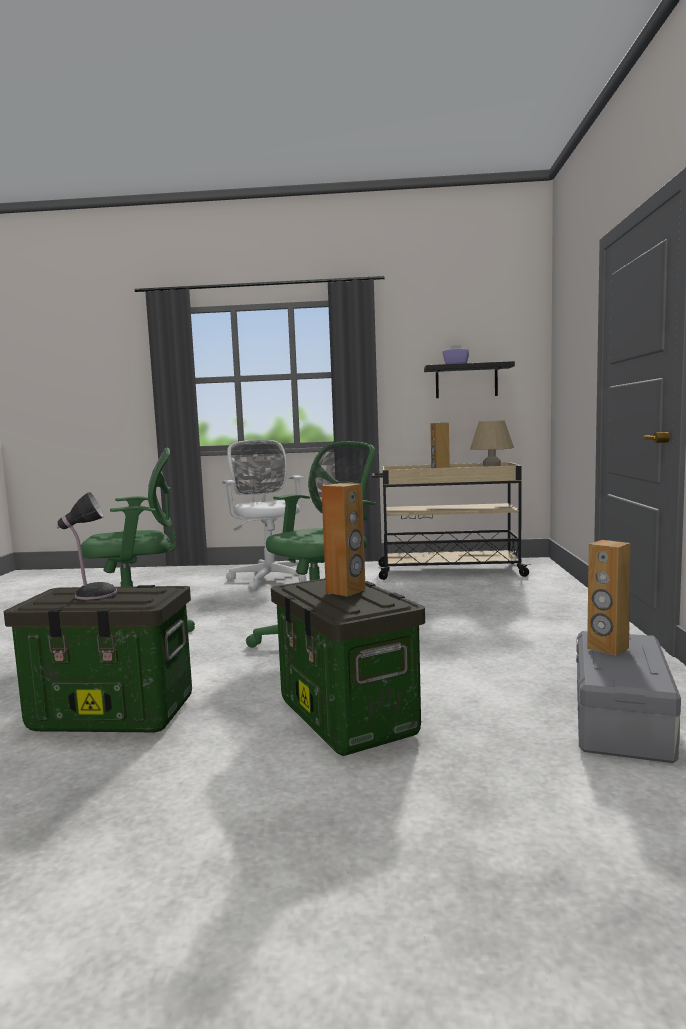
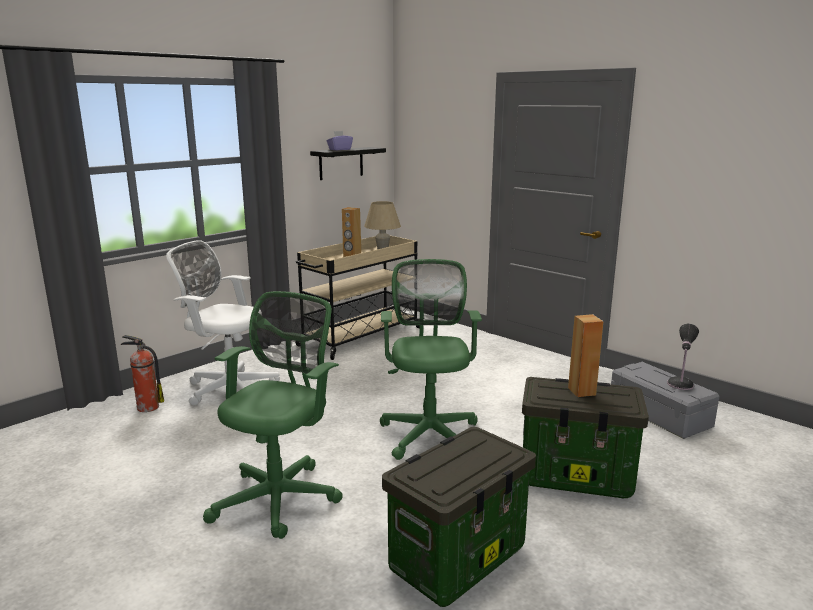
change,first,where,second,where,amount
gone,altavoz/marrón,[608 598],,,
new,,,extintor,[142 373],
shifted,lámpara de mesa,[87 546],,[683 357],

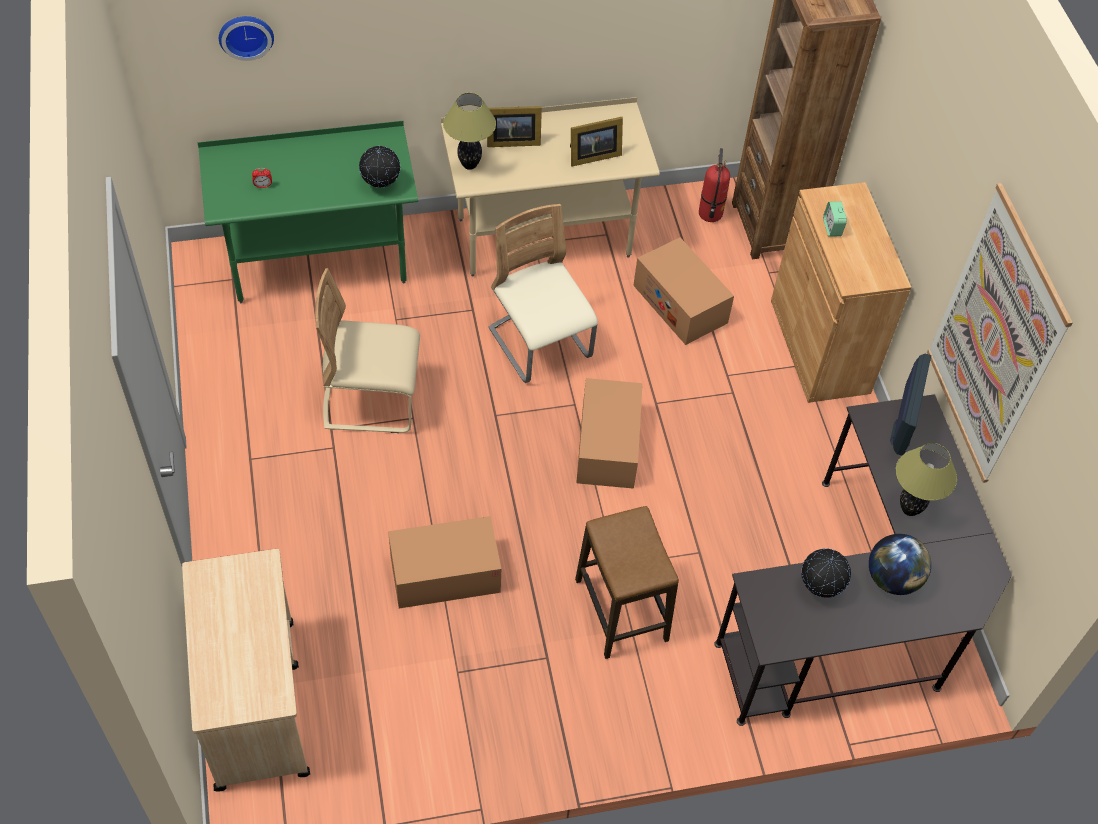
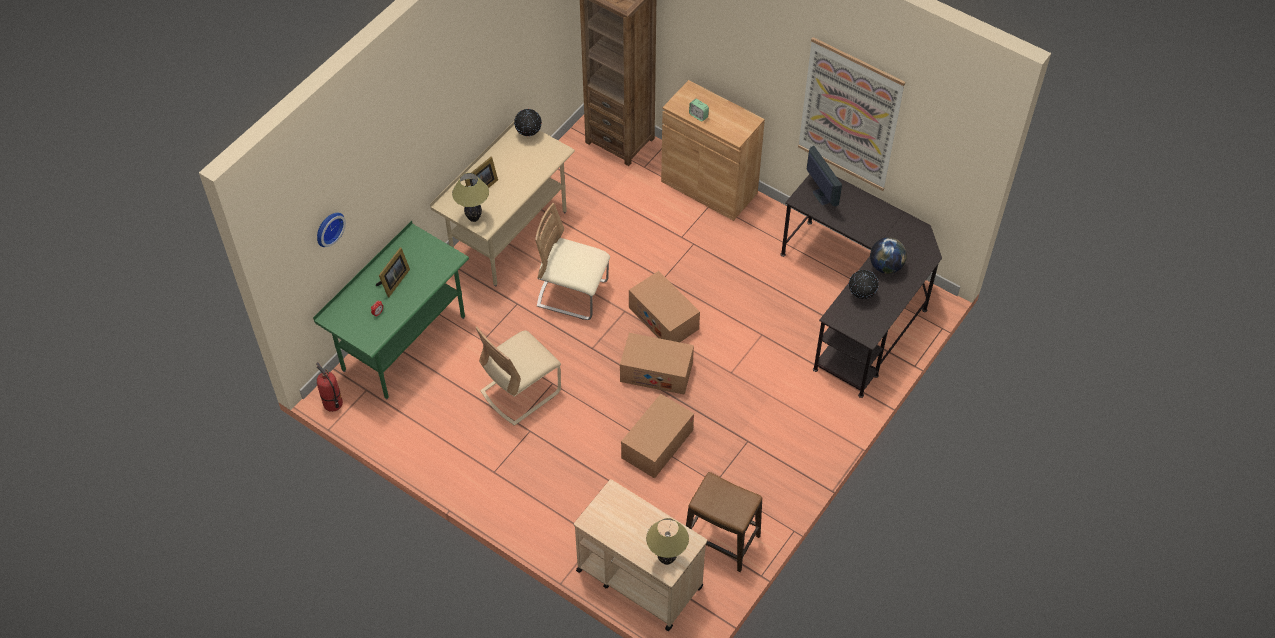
change,first,where,second,where,amount
shifted,globo terráqueo,[379 167],,[528 122],
shifted,portarretratos,[596 142],,[393 272],
shifted,taburete,[627 582],,[724 522],
shifted,caja de cartón,[683 291],,[657 364],
shifted,extintor,[714 185],,[329 387],
shifted,lámpara de mesa,[926 479],,[667 541],

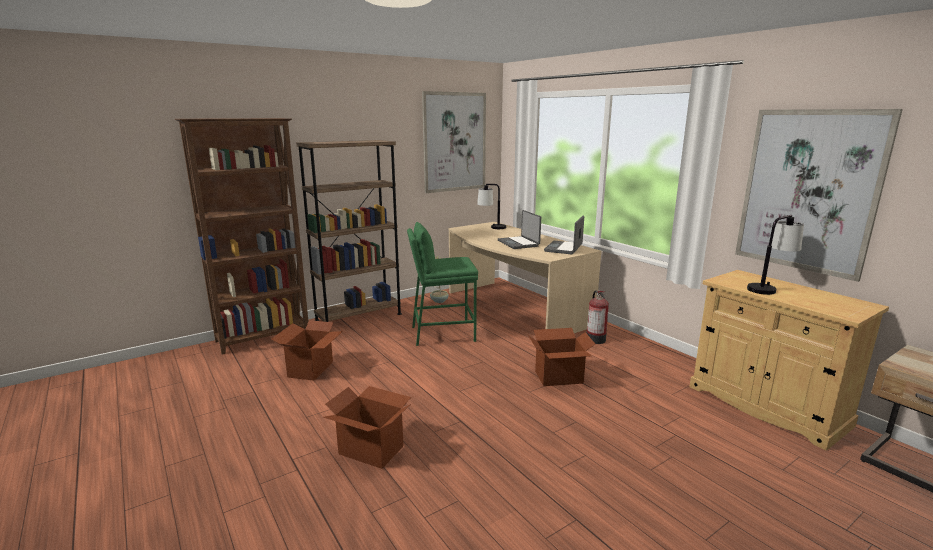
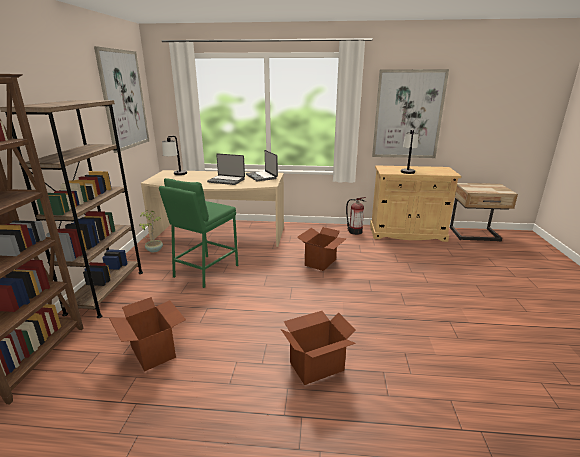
change,first,where,second,where,amount
shifted,extintor,[598 317],,[356 216],

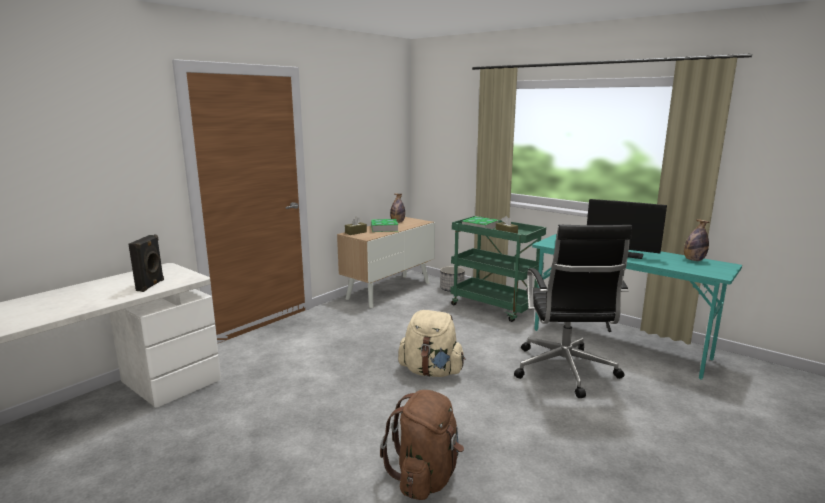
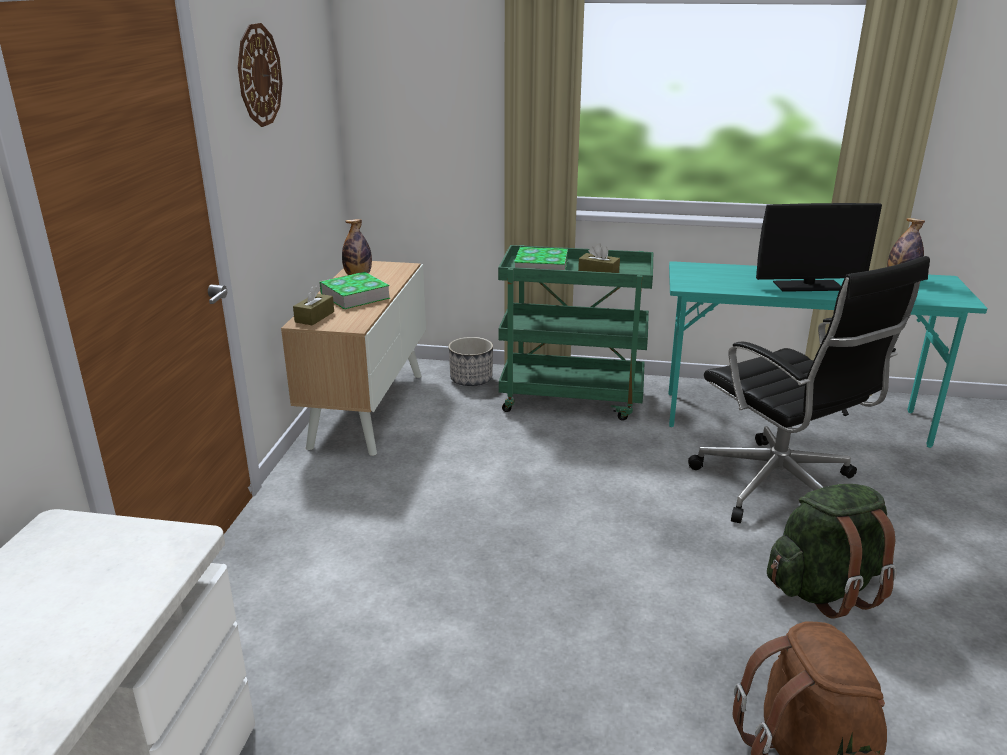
change,first,where,second,where,amount
gone,altavoz/negro,[146 263],,,
gone,mochila/beis,[431 343],,,
new,,,reloj de pared,[260 75],
new,,,mochila/verde,[832 551],

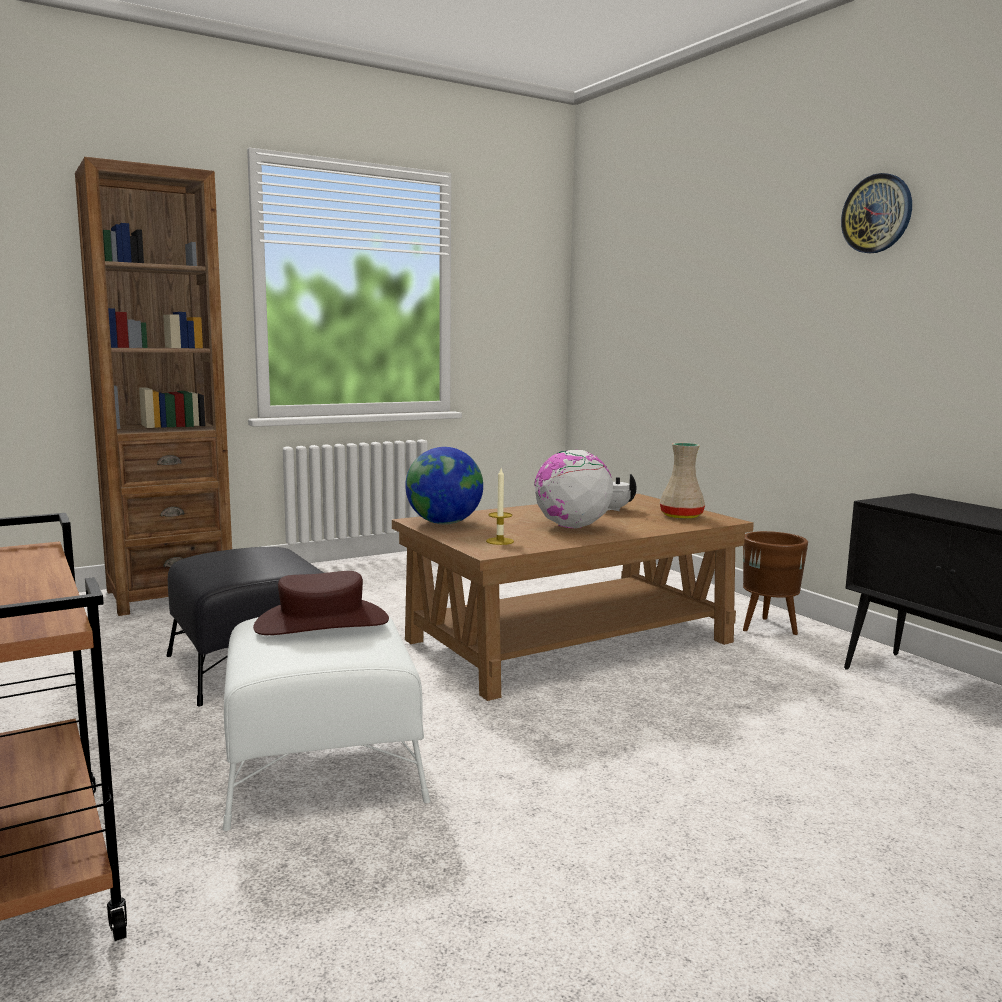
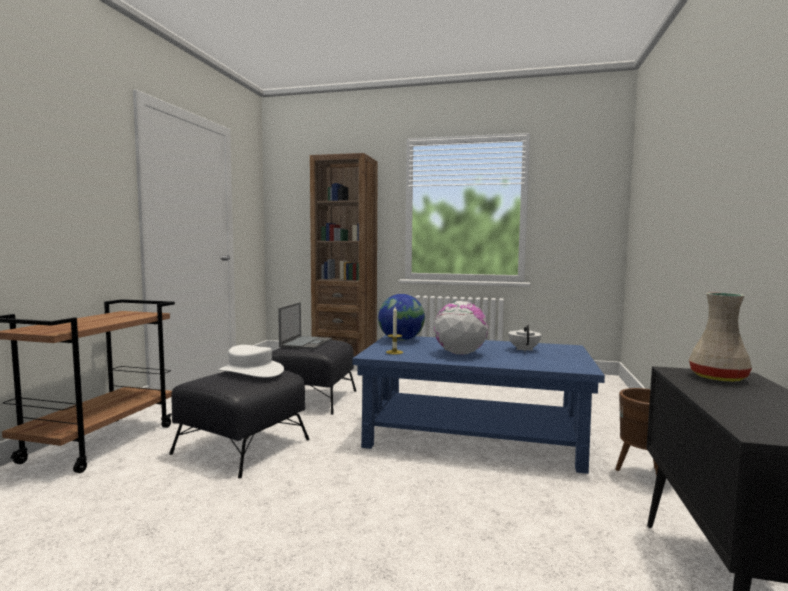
change,first,where,second,where,amount
gone,reloj de pared,[876 213],,,
new,,,portátil,[305 325],
shifted,florero/beis,[682 481],,[720 337],
repainted,puf/blanco,[326 723],puf/negro,[239 424],
repainted,sombrero/marrón,[321 603],sombrero/blanco,[251 361],
repainted,mesa de centro/marrón,[573 597],mesa de centro/azul,[478 404],

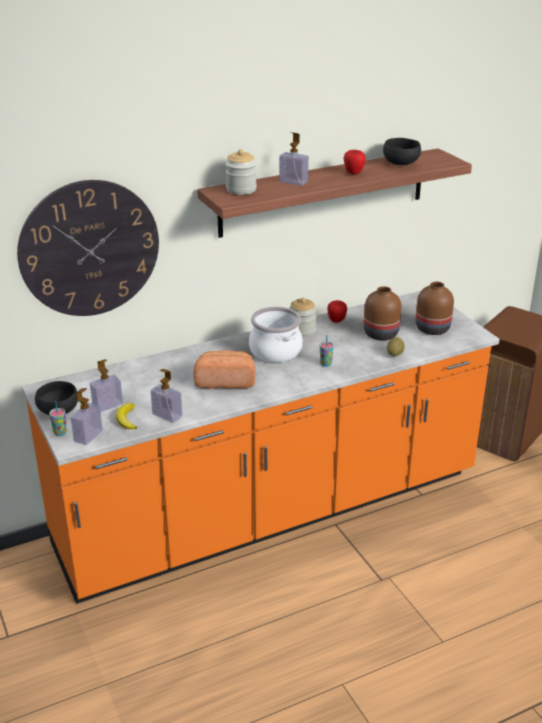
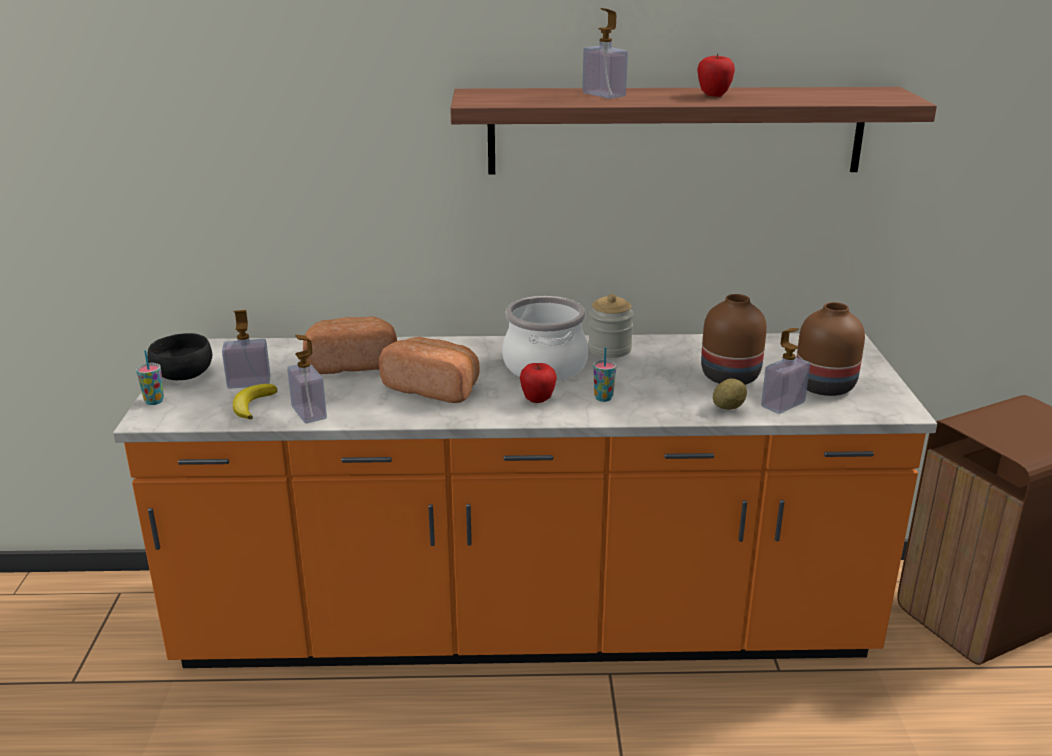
change,first,where,second,where,amount
gone,reloj de pared,[88 248],,,
gone,tarro,[241 172],,,
gone,cuenco/negro,[402 151],,,
new,,,pan,[350 345],
shifted,dispensador de jabón,[87 416],,[785 371],
shifted,manzana,[337 311],,[538 383],

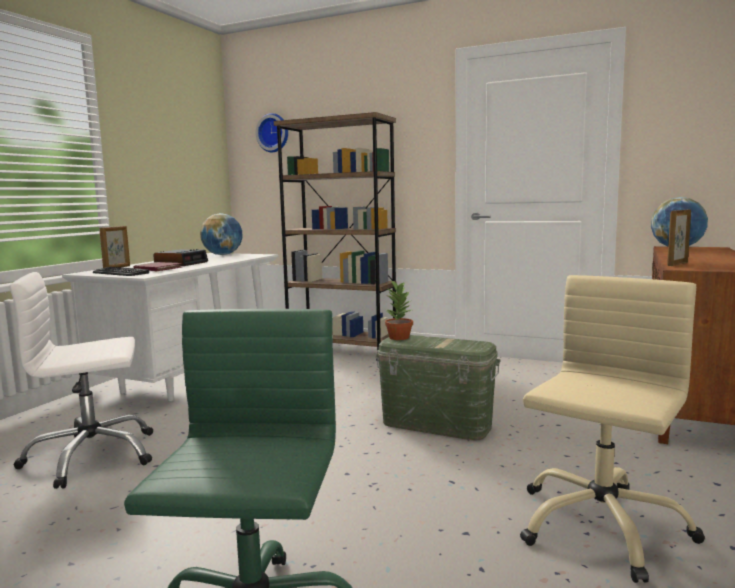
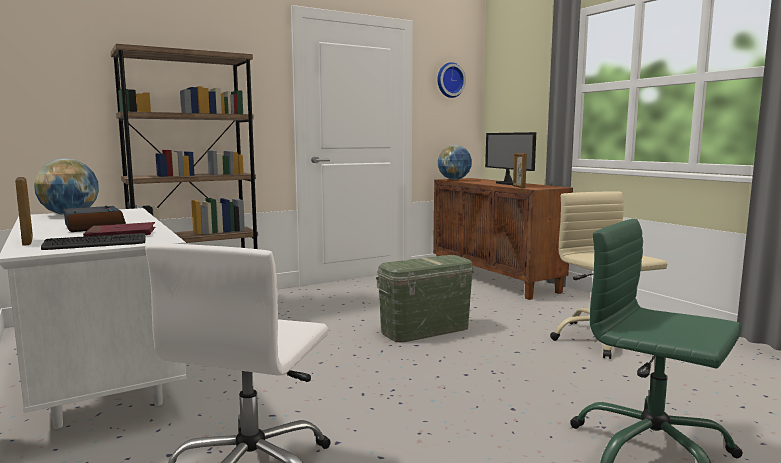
change,first,where,second,where,amount
gone,planta en maceta,[399 310],,,
new,,,monitor,[510 158],
shifted,reloj de pared,[272 132],,[451 80],

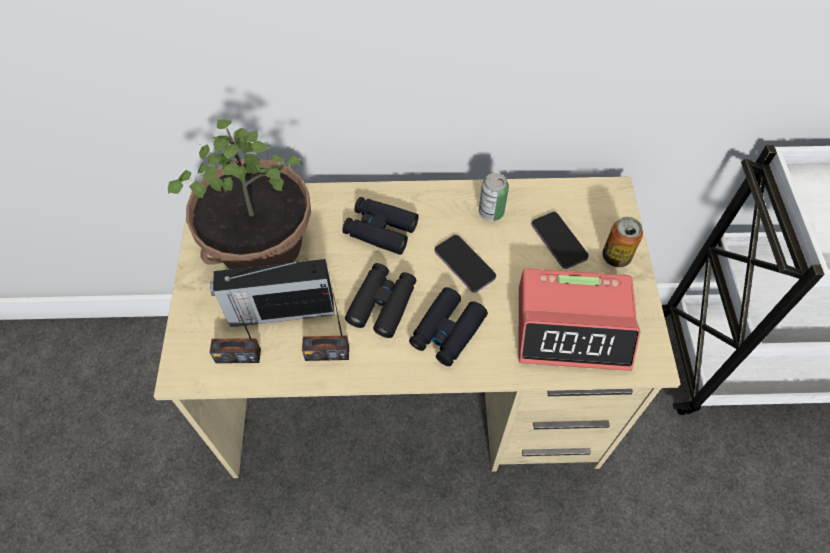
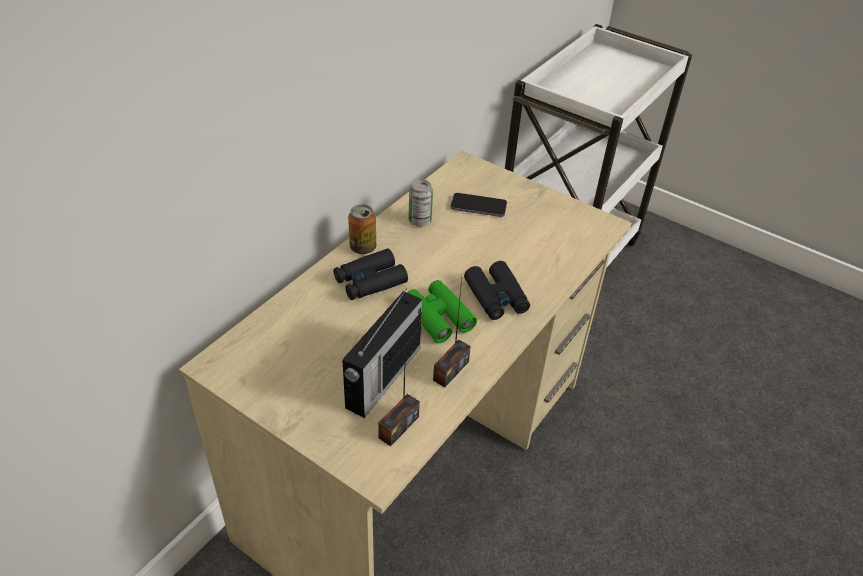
change,first,where,second,where,amount
gone,planta en maceta,[239 194],,,
gone,móvil,[465 263],,,
gone,despertador,[580 319],,,
shifted,lata,[622 242],,[362 229],
repainted,prismáticos/negro,[381 300],prismáticos/verde,[442 311],

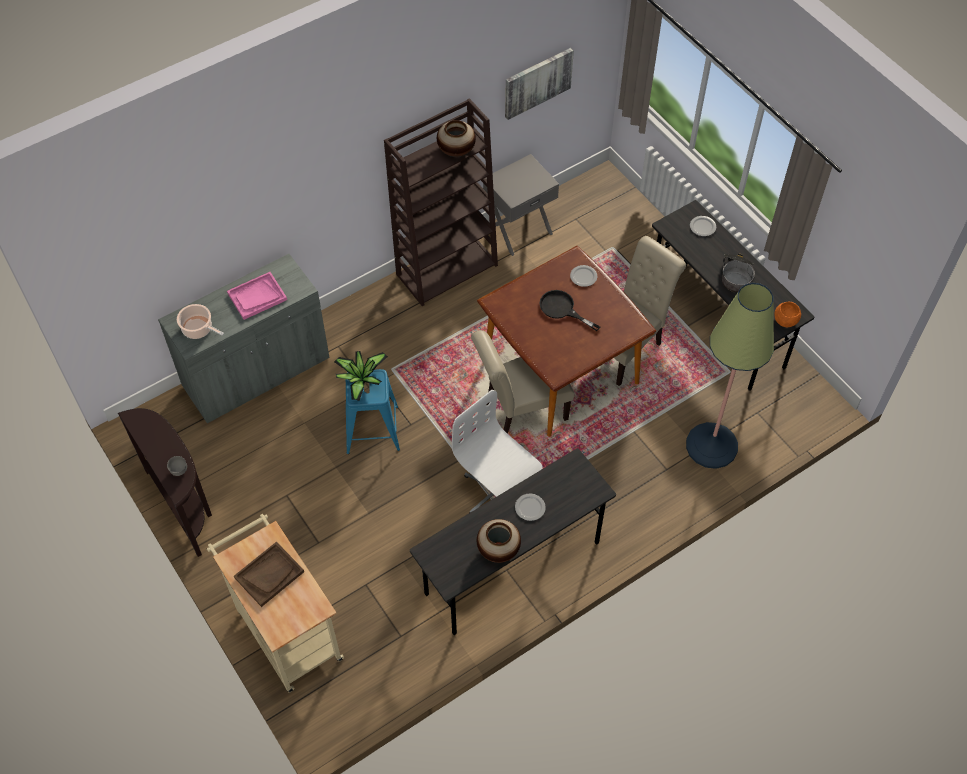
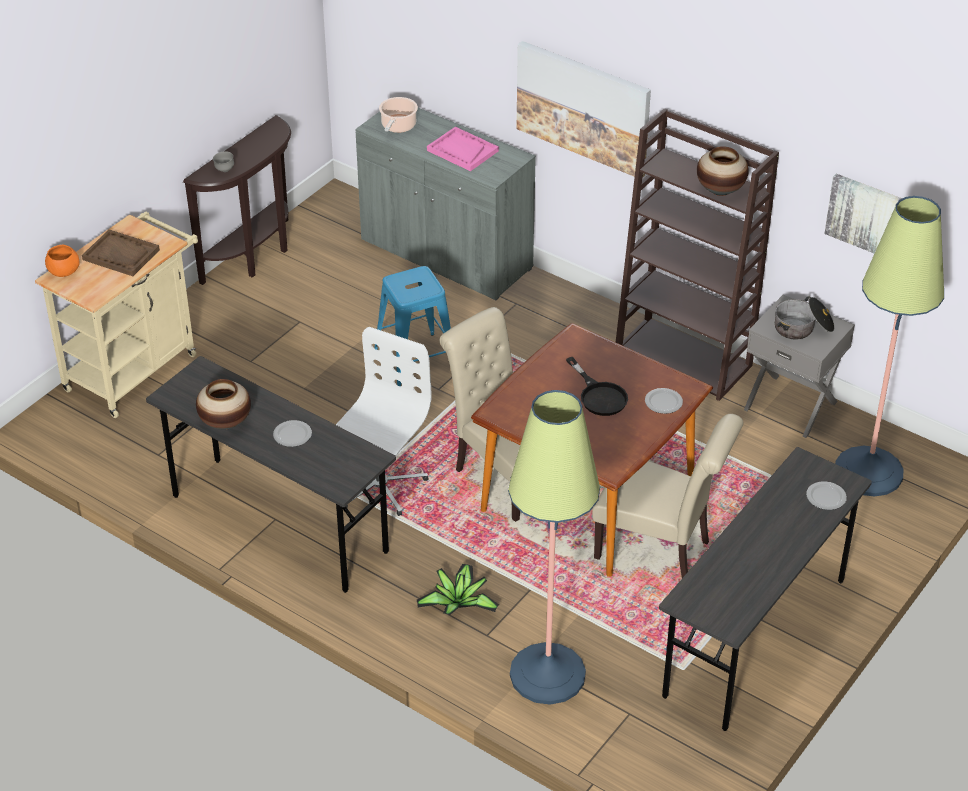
change,first,where,second,where,amount
new,,,cuadro,[584 109],
new,,,lámpara de pie,[889 346],
shifted,planta en maceta,[361 376],,[458 589],
shifted,olla,[738 273],,[805 317],
shifted,cuenco/naranja,[787 314],,[62 261],
rotated,sartén/negro,[569 310],,[597 386],135 degrees clockwise

